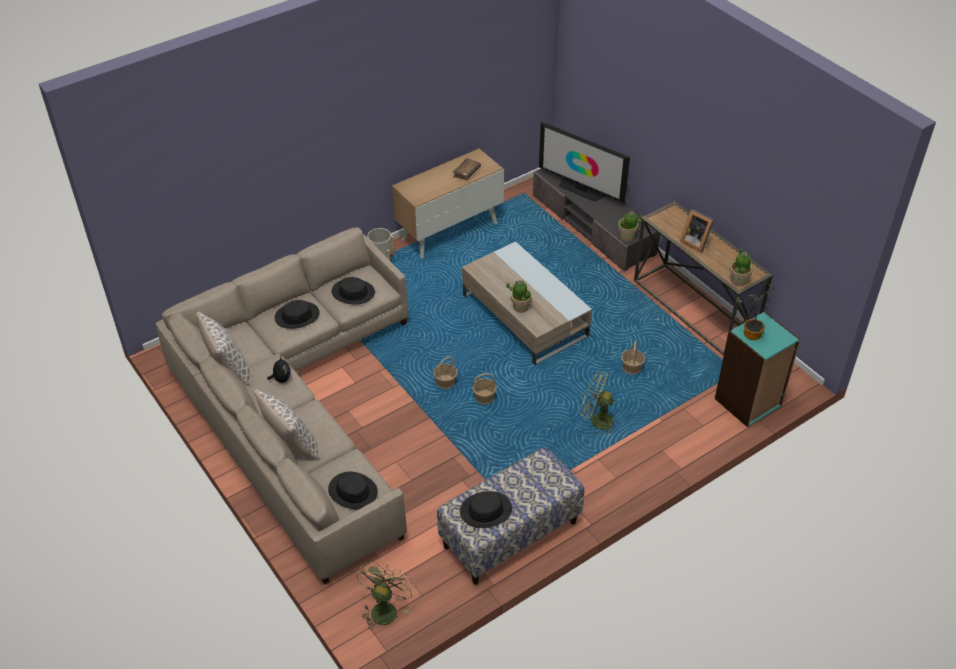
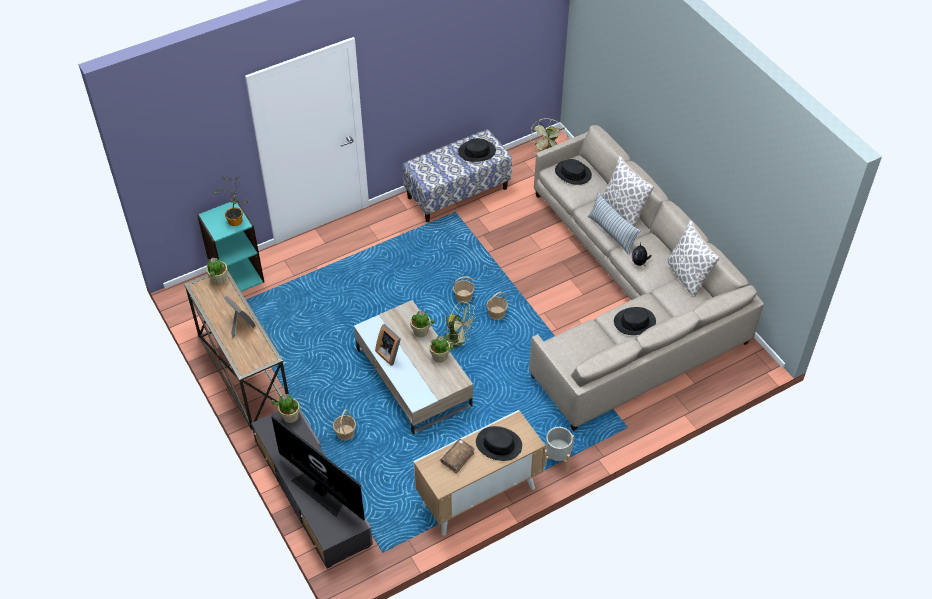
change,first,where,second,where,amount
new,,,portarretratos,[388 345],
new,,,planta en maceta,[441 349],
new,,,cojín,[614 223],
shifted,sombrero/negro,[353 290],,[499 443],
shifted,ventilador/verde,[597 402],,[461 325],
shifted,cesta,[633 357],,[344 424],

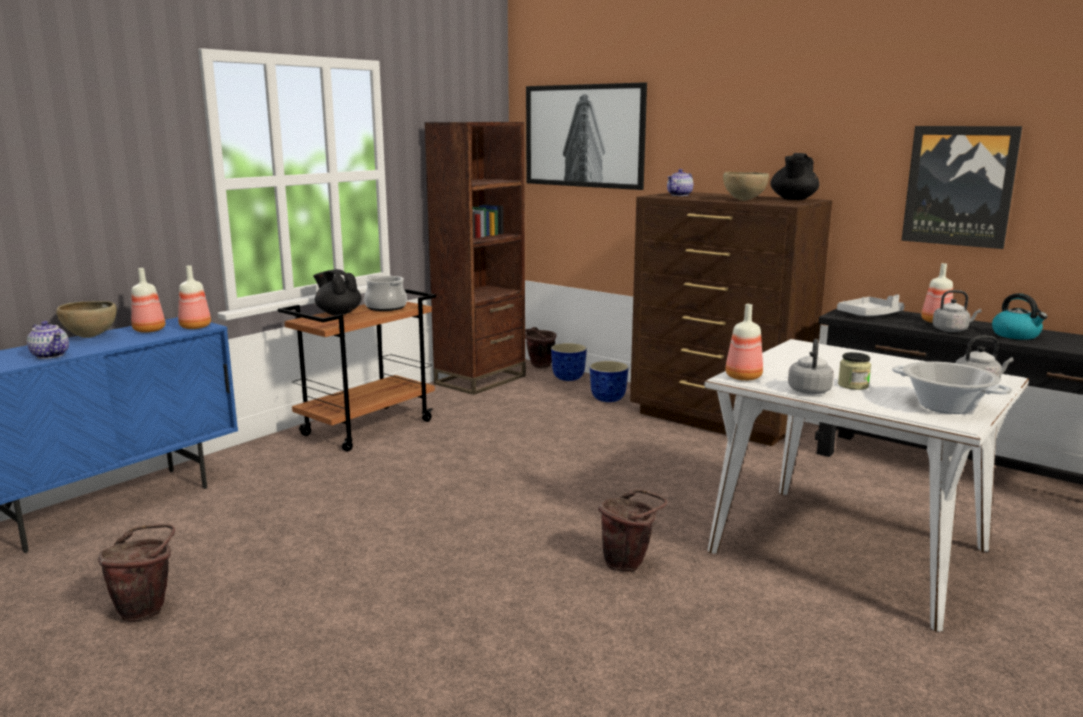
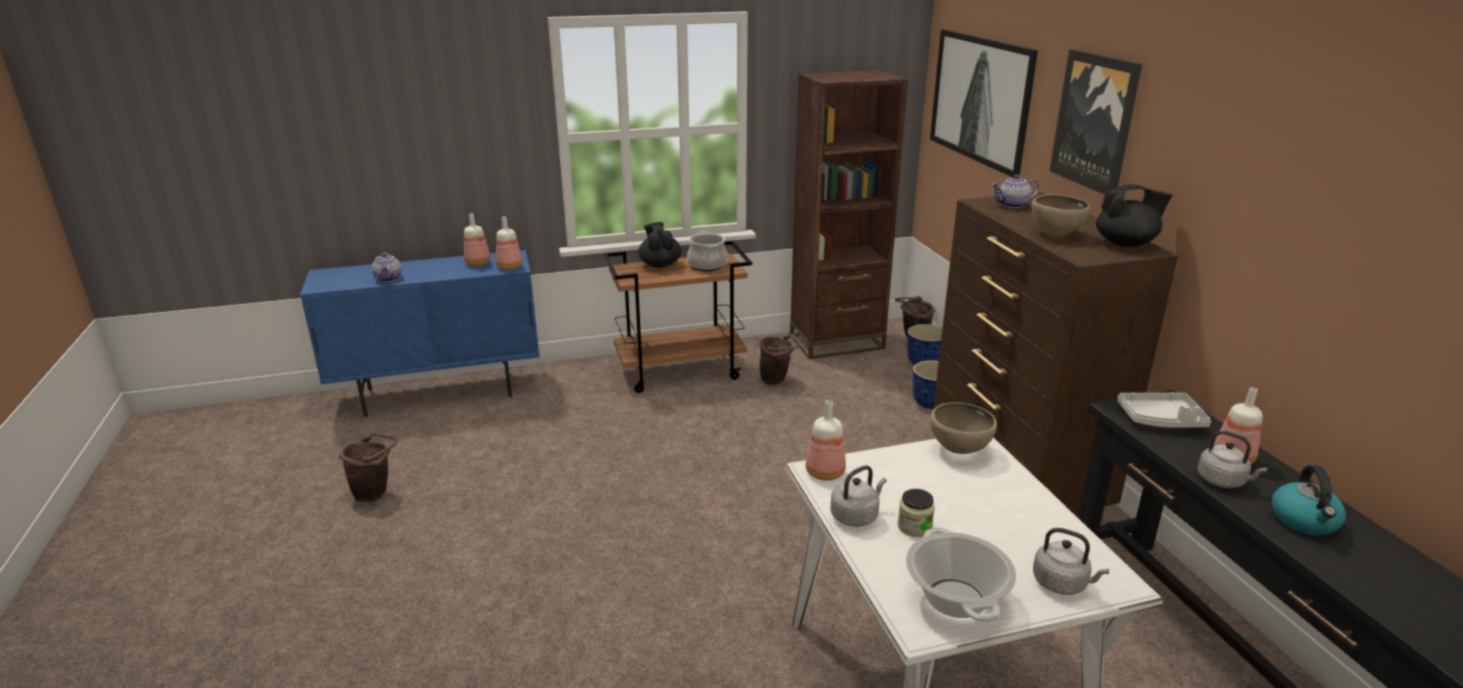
change,first,where,second,where,amount
shifted,cuenco/marrón,[86 319],,[963 428],
shifted,cubo/marrón,[632 530],,[780 359],
shifted,cuadro,[961 187],,[1096 122],
rotated,tetera/negro,[794 176],,[1134 215],150 degrees counterclockwise

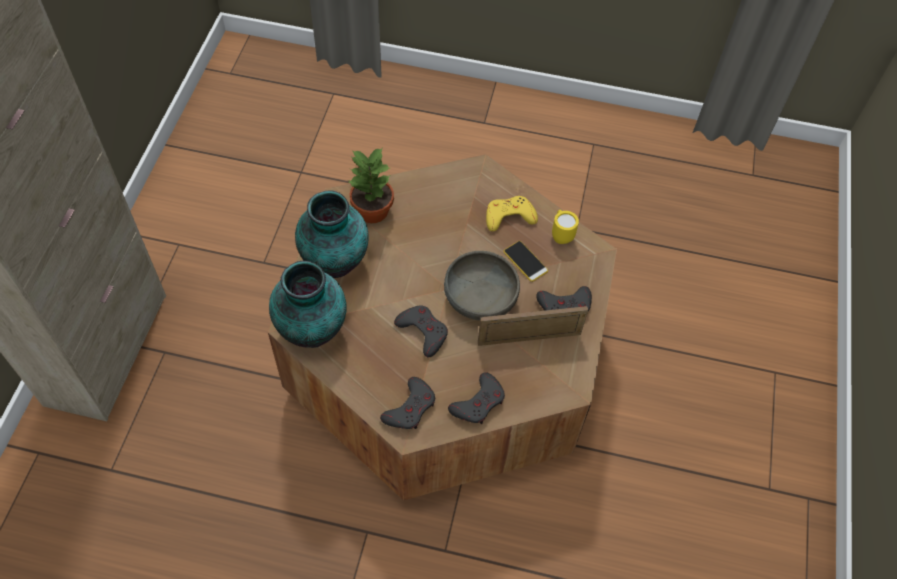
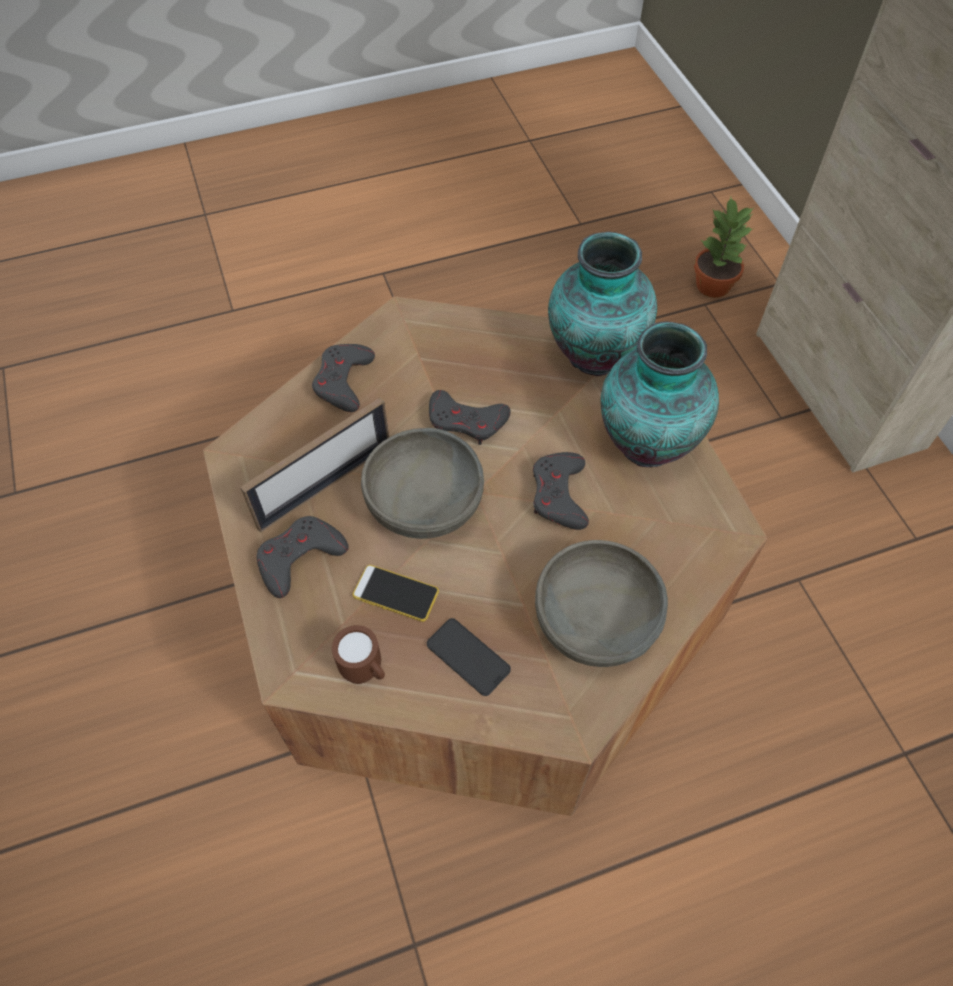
change,first,where,second,where,amount
new,,,cuenco/gris,[601 603],
shifted,planta en maceta,[371 186],,[724 247],
shifted,mando de consola/gris,[407 403],,[561 491],
swapped,mando de consola/amarillo,[512 213],móvil,[469 657],
repainted,taza grande/amarillo,[565 227],taza grande/marrón,[358 654],

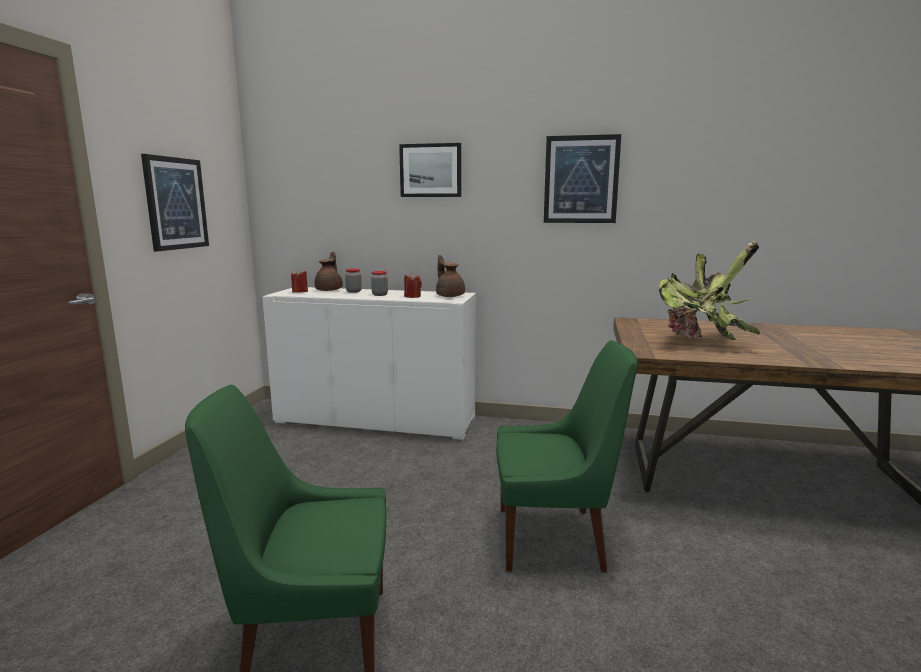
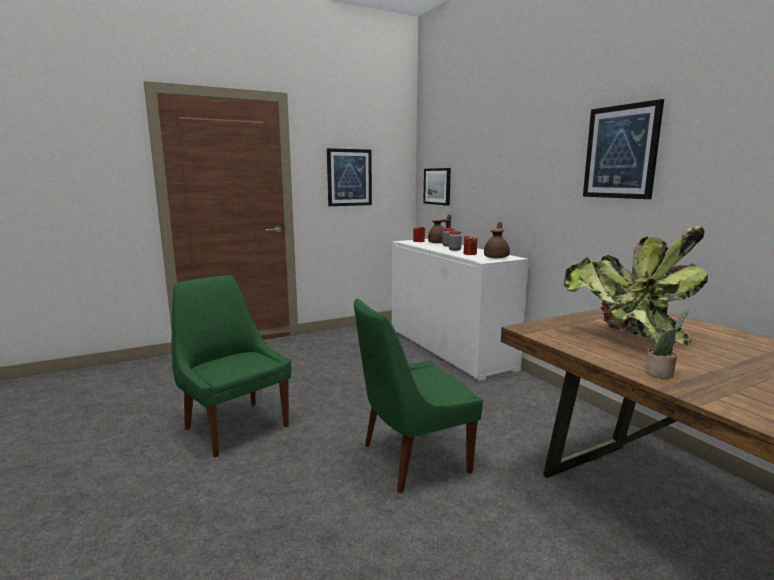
change,first,where,second,where,amount
new,,,planta en maceta,[667 344],
shifted,cuadro,[430 170],,[437 187],
rotated,silla/verde,[567 456],,[418 395],105 degrees clockwise

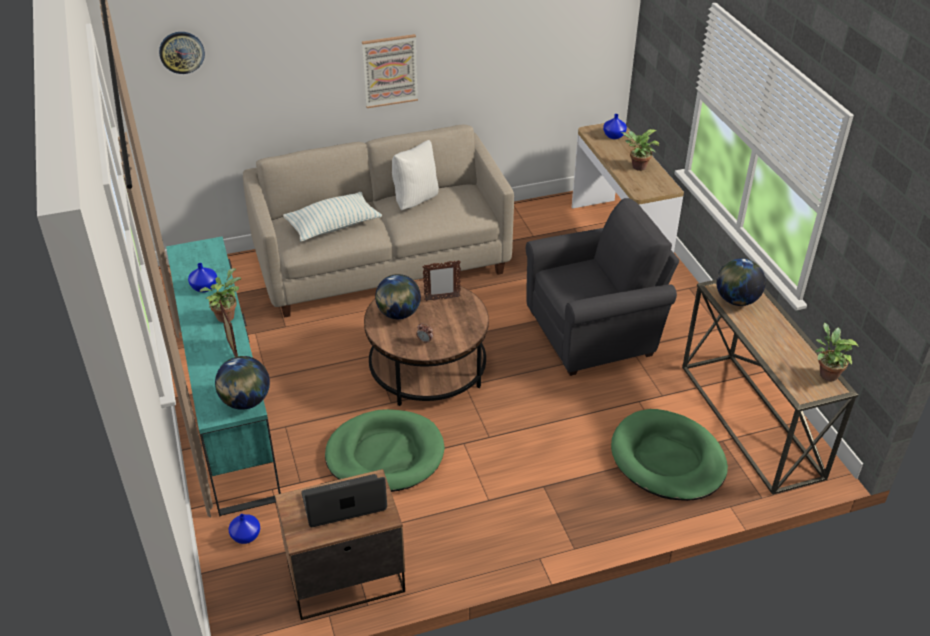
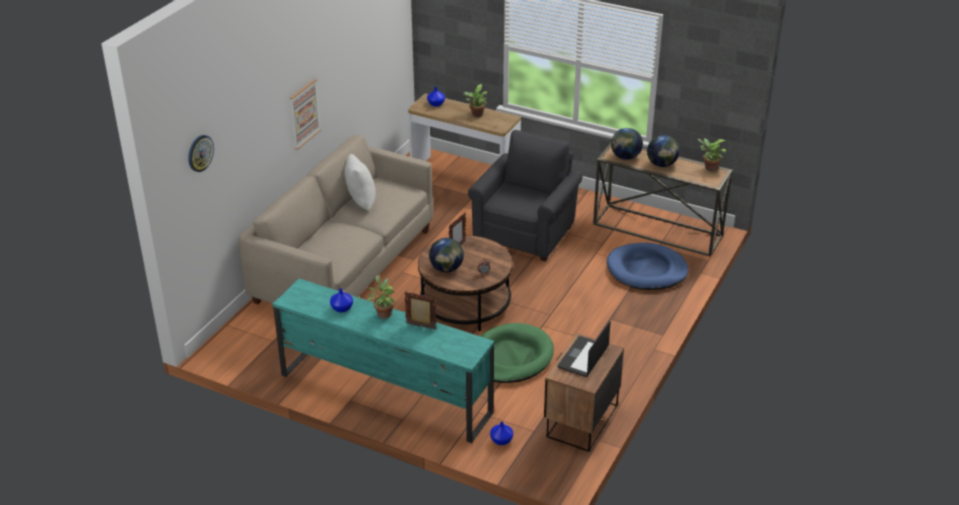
change,first,where,second,where,amount
gone,cojín,[332 217],,,
shifted,globo terráqueo,[242 383],,[663 151],
repainted,cama para perro/verde,[669 455],cama para perro/azul,[647 266],

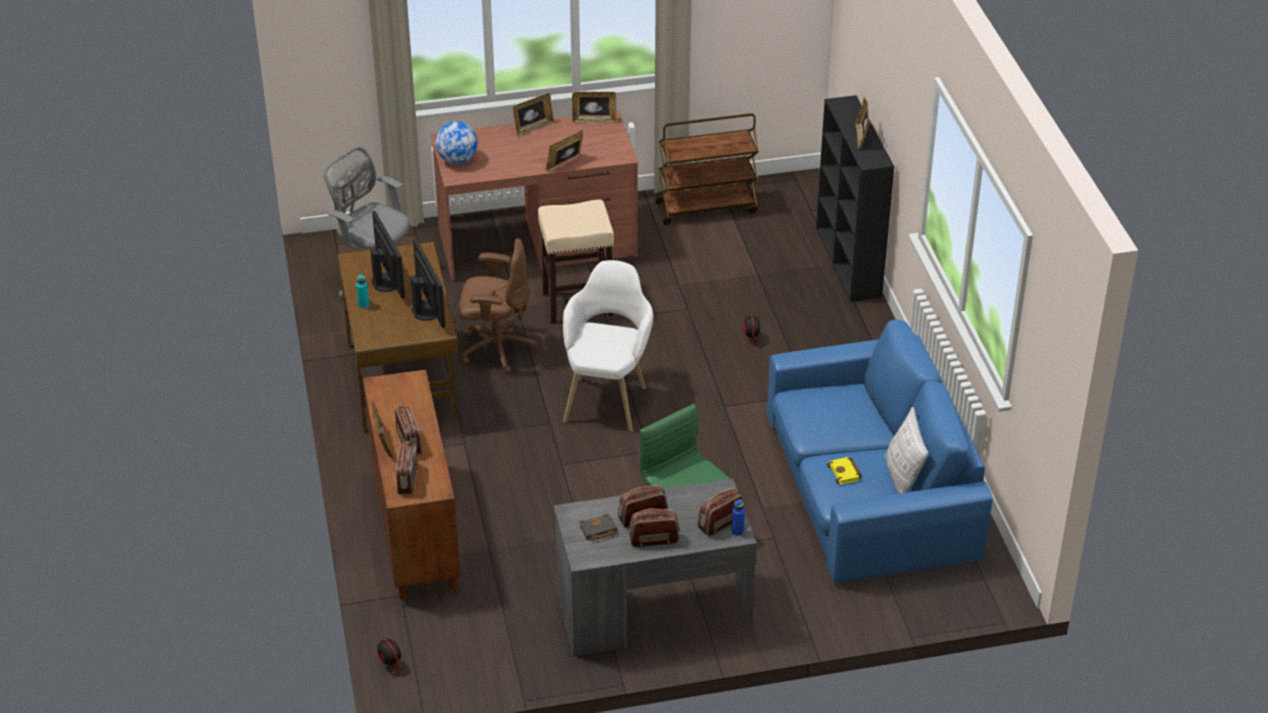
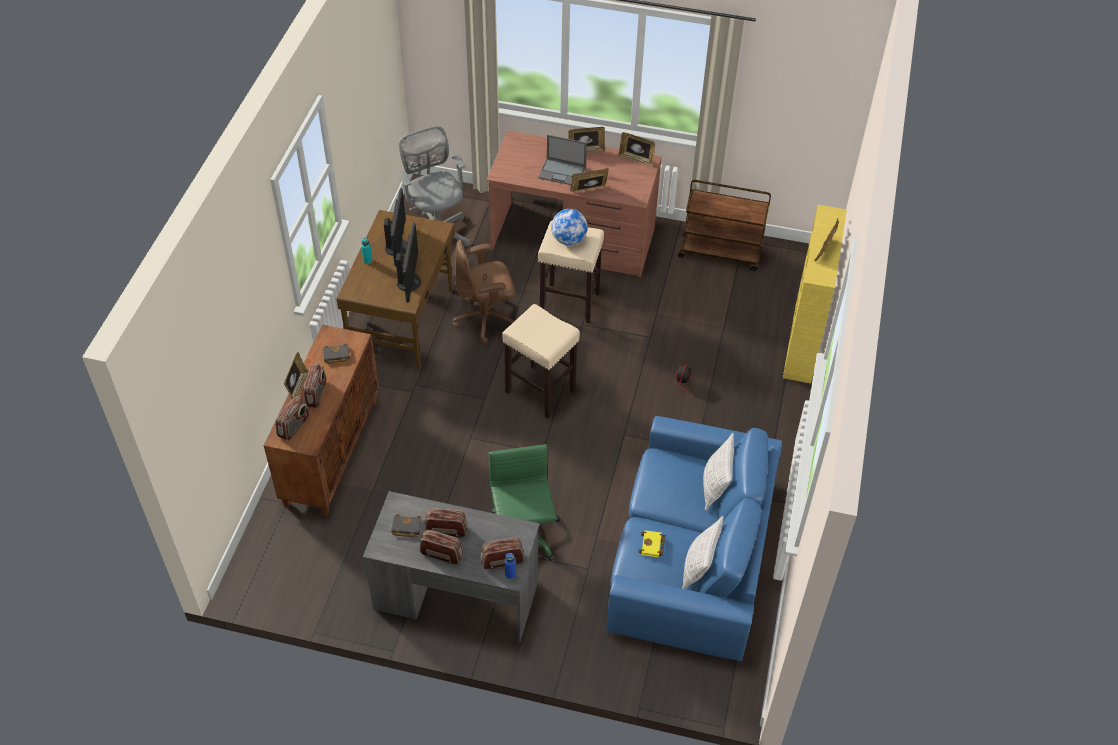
change,first,where,second,where,amount
gone,ventilador,[414 661],,,
new,,,libro/negro,[336 353],
new,,,portátil,[562 160],
new,,,cojín,[718 472],
shifted,globo terráqueo,[456 142],,[569 227],
swapped,sillón/blanco,[608 346],taburete/beis,[541 361],
repainted,estantería/negro,[855 198],estantería/amarillo,[815 294],
rotated,silla de oficina/marrón,[498 306],,[484 292],135 degrees clockwise

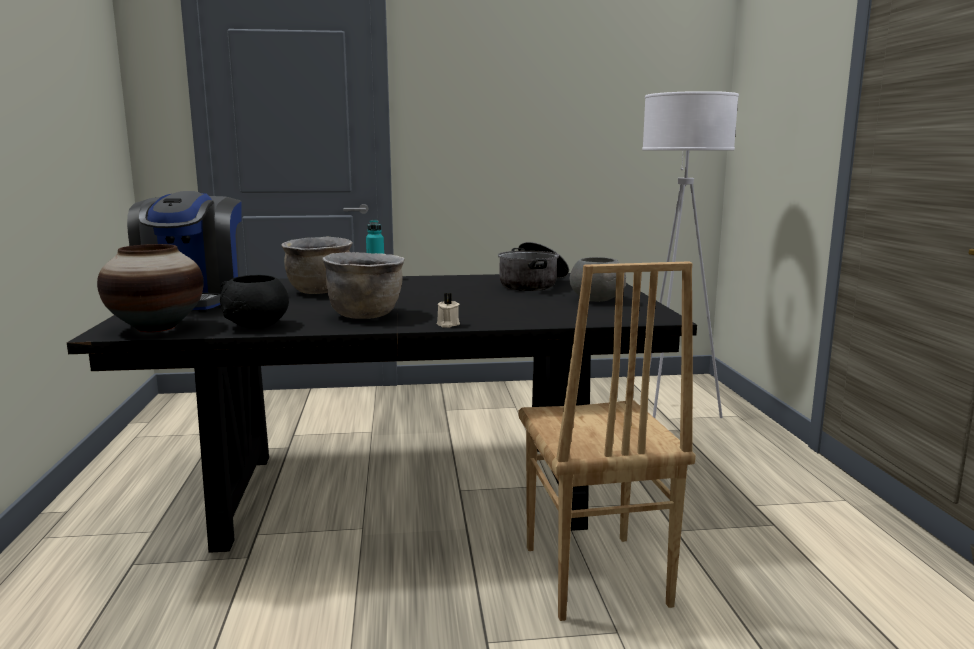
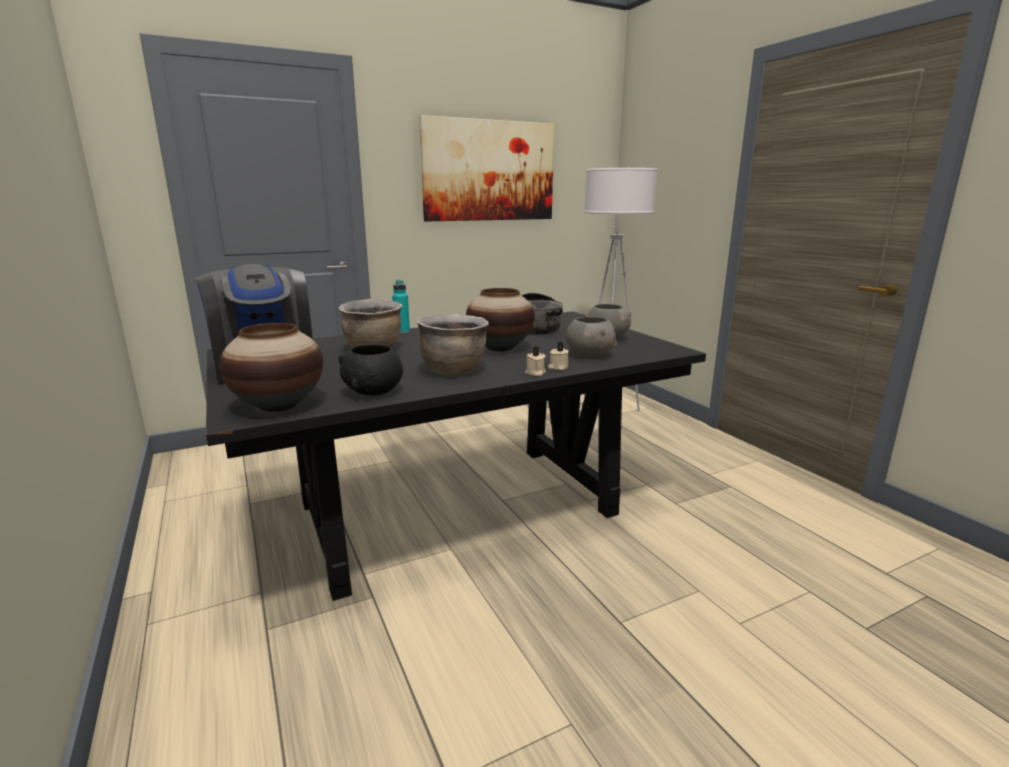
change,first,where,second,where,amount
gone,silla/marrón,[607 441],,,
new,,,cuadro,[486 168],
new,,,florero,[500 320],
new,,,vela/beis,[558 356],
new,,,cuenco/gris,[591 336],

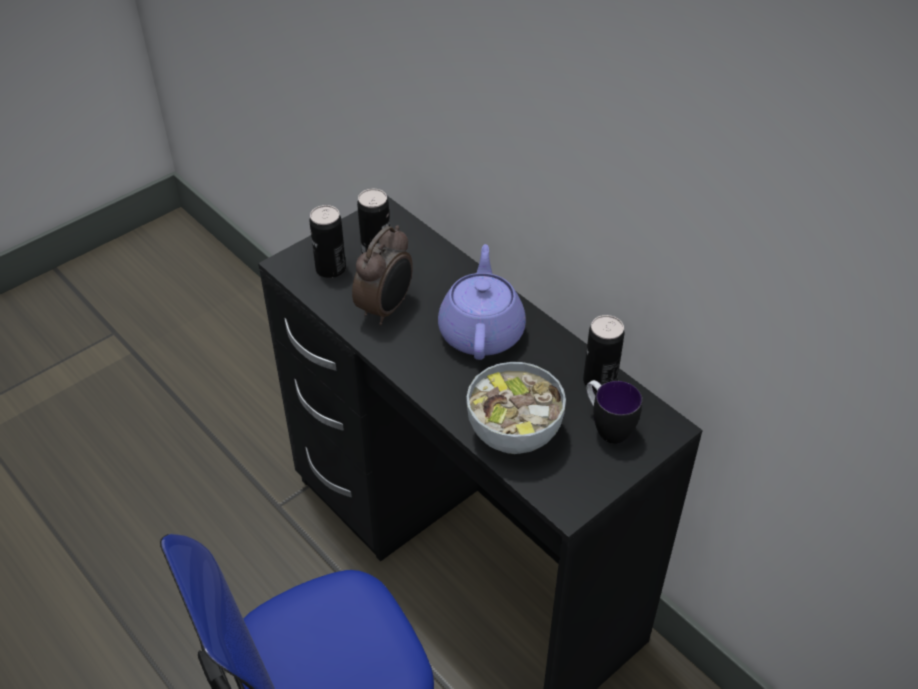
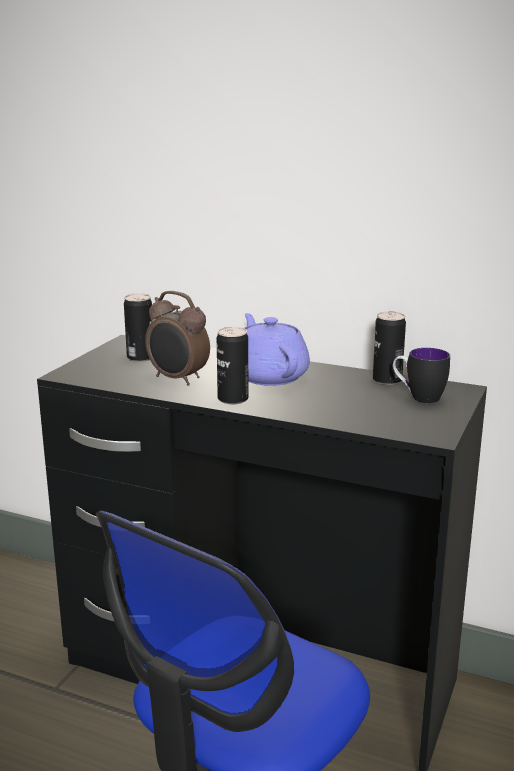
change,first,where,second,where,amount
gone,cuenco,[516 408],,,
shifted,lata,[327 241],,[232 365],
rotated,despertador,[382 275],,[177 338],120 degrees clockwise

